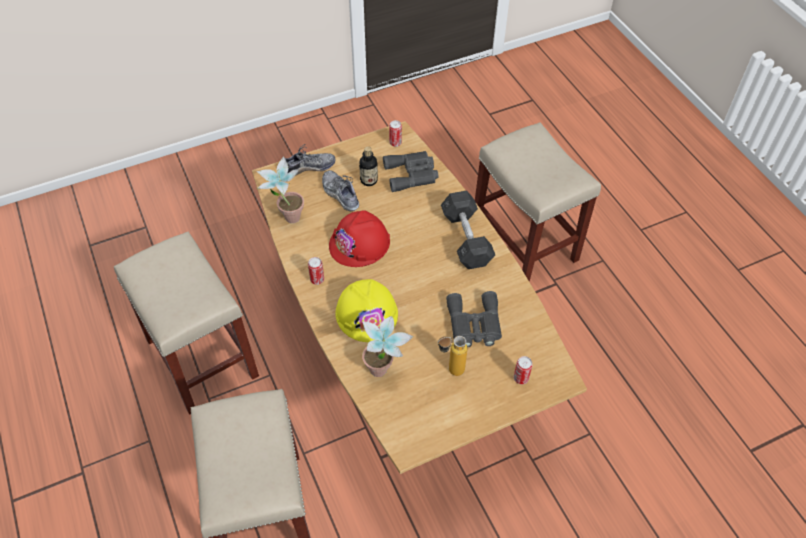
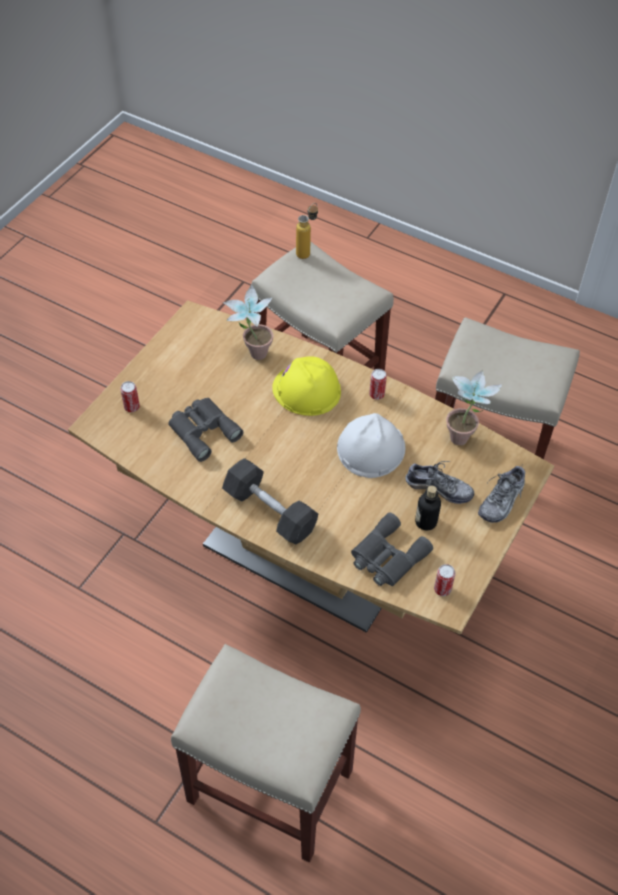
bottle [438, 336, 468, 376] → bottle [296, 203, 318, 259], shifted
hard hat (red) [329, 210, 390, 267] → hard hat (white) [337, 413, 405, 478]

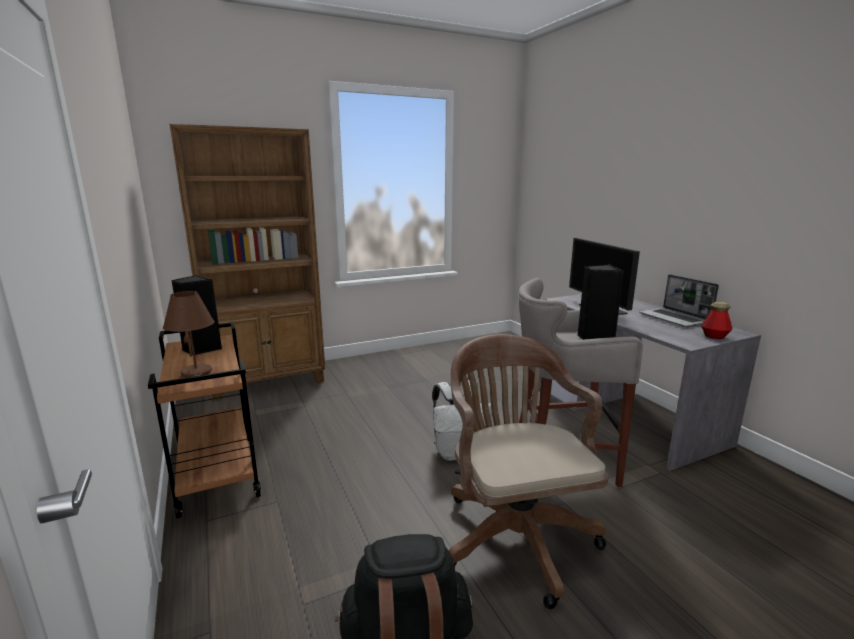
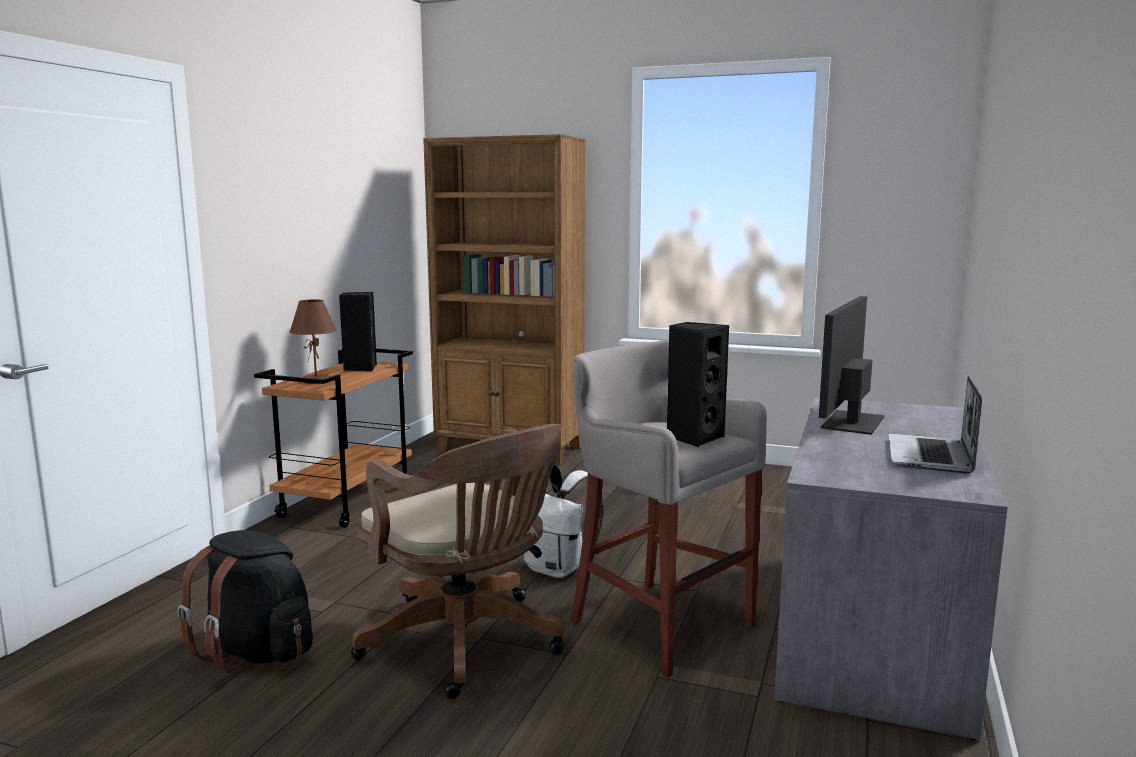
office chair (brown) [449, 334, 609, 609] → office chair (brown) [351, 424, 564, 699], 105 degrees clockwise
bottle [701, 302, 732, 339] → -

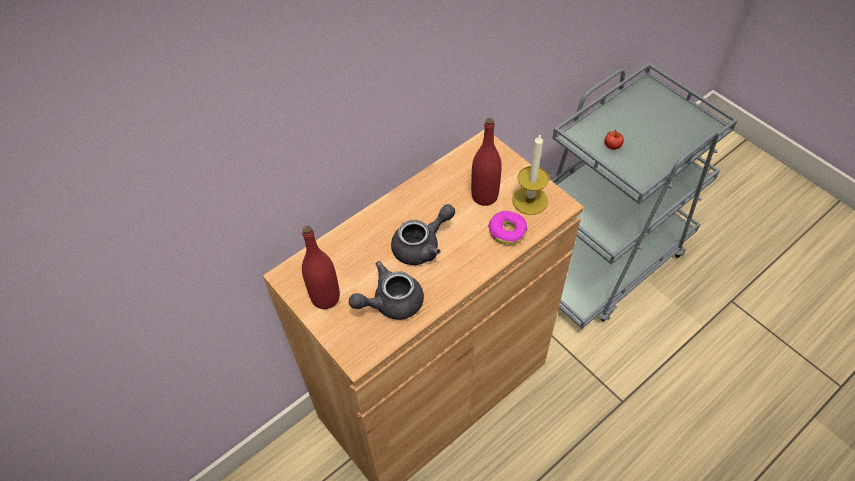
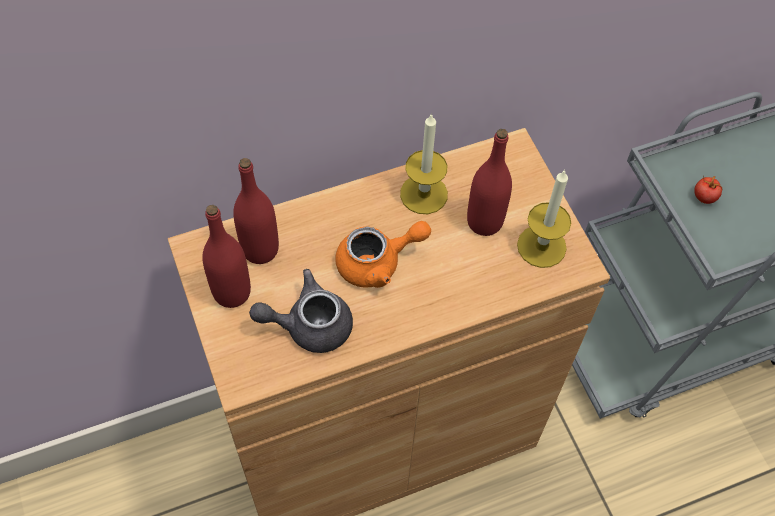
- → bottle (red) [233, 158, 279, 264]
teapot (grey) [391, 204, 455, 265] → teapot (orange) [335, 221, 431, 288]
- → candle [400, 113, 448, 214]
donut [488, 211, 527, 245] → -

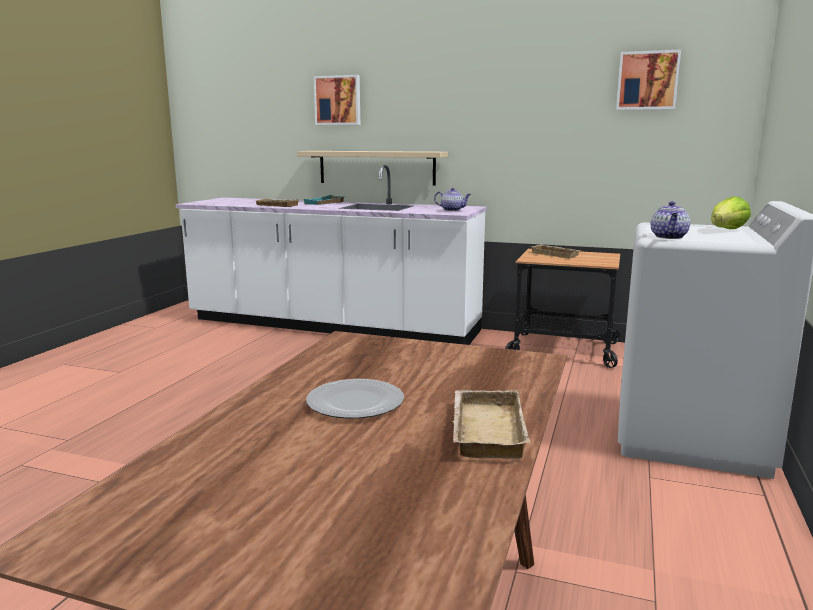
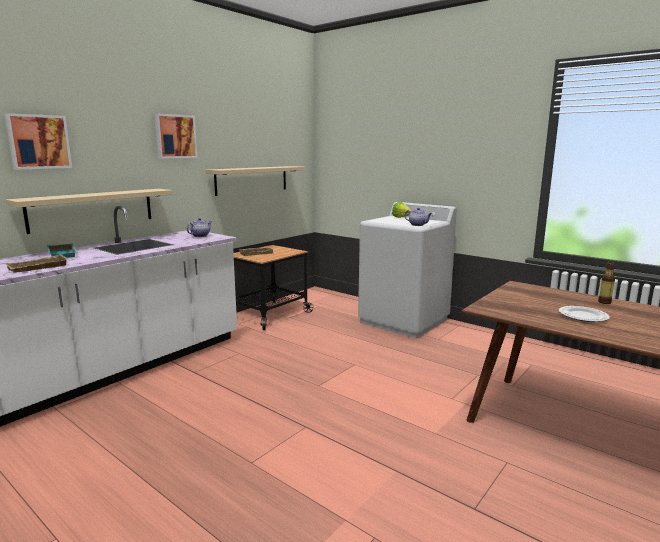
picture [616, 50, 681, 110] → picture [154, 114, 198, 159], shifted
- → shelf (beige) [206, 166, 305, 196]
tray (beige) [453, 390, 530, 459] → bottle [598, 262, 615, 304]

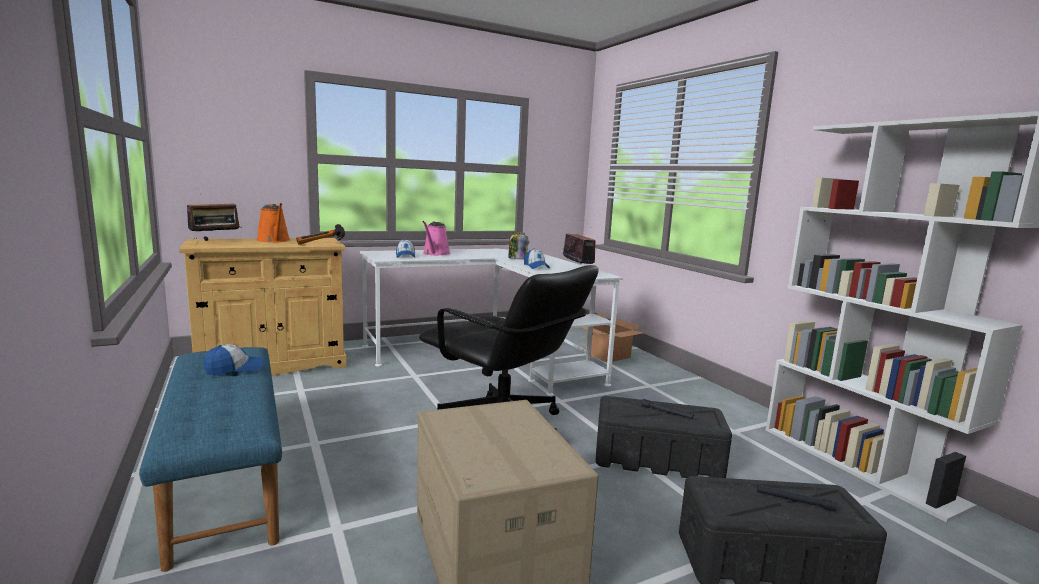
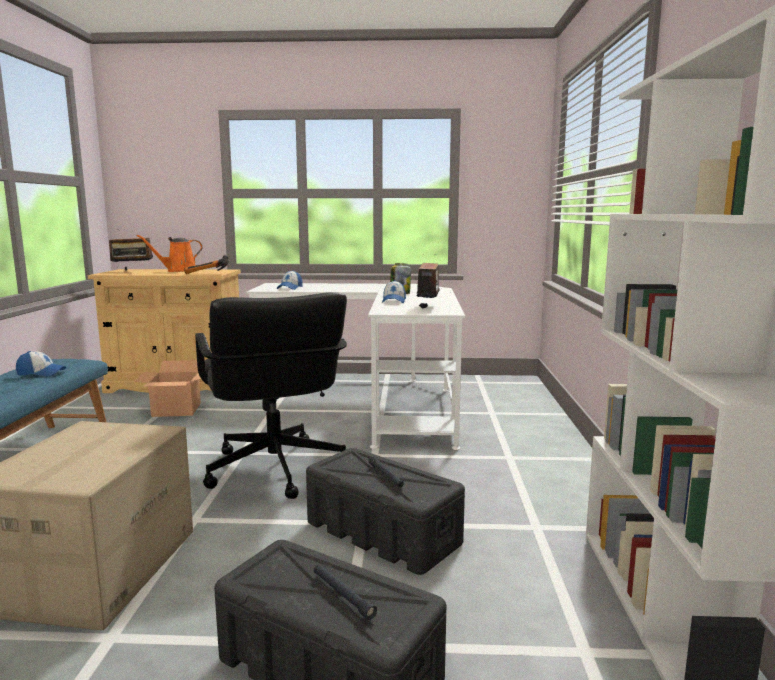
cardboard box [581, 313, 643, 363] → cardboard box [134, 360, 201, 417], shifted
watering can (orange) [257, 203, 290, 242] → watering can (orange) [136, 235, 203, 272], 60 degrees clockwise
watering can (pink) [422, 221, 451, 255] → -

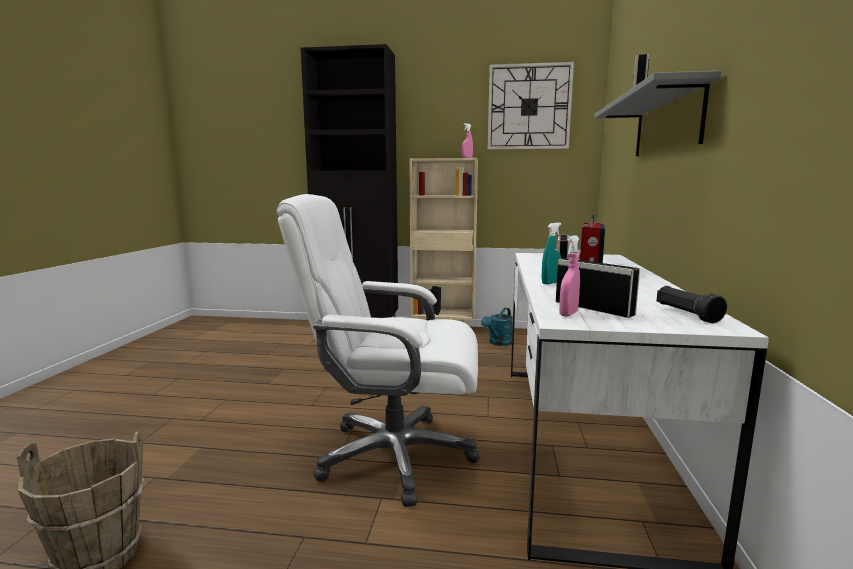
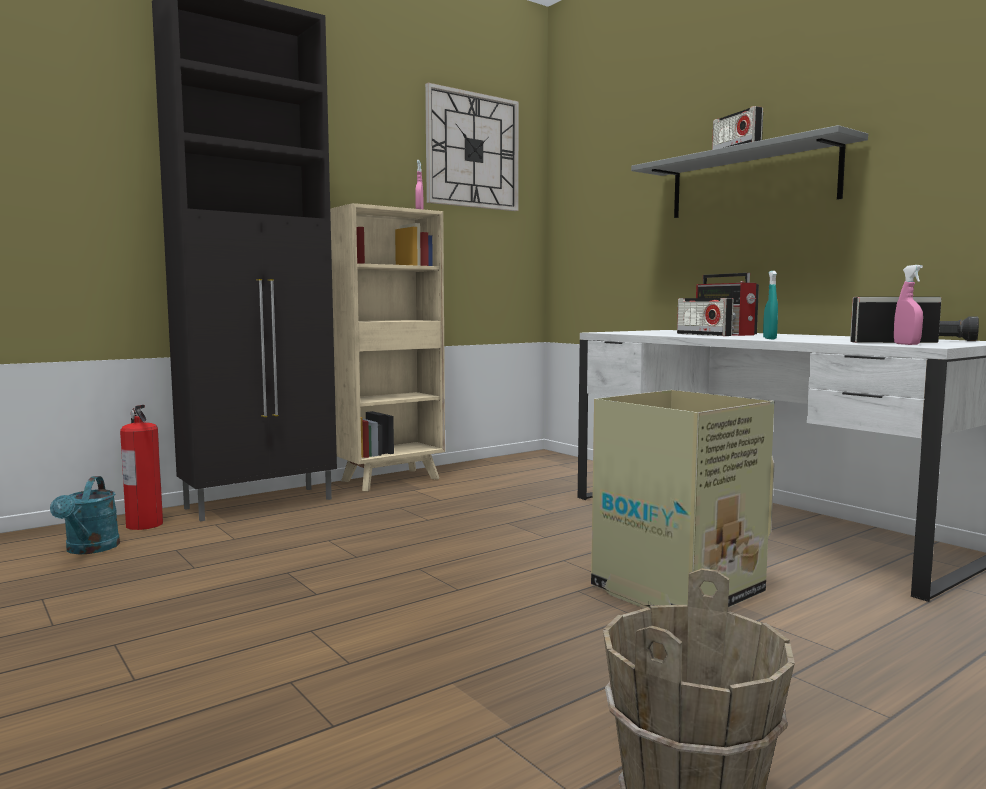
watering can (turquoise) [481, 308, 513, 346] → watering can (turquoise) [50, 476, 120, 554], shifted
- → fire extinguisher [120, 405, 163, 530]
office chair (white) [277, 194, 479, 507] → cardboard box [591, 390, 775, 608]

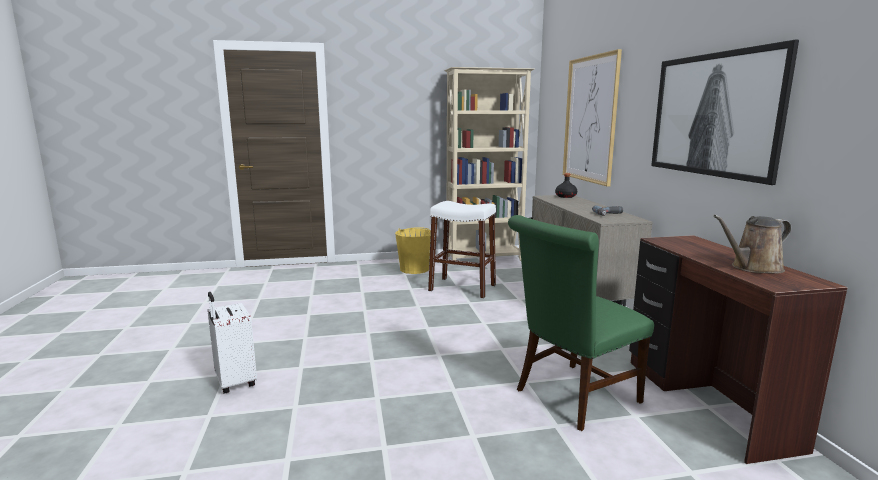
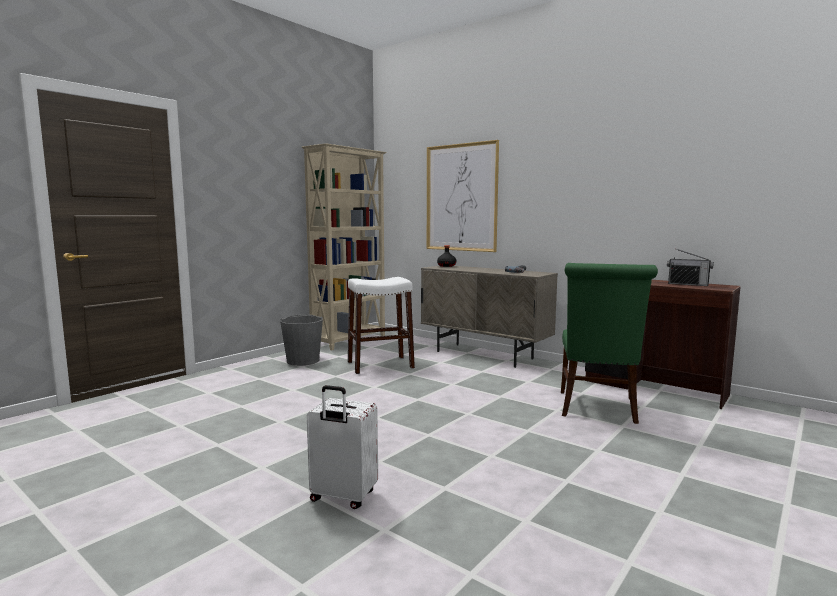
bucket (yellow) [395, 227, 431, 274] → bucket (grey) [280, 314, 323, 366]
watering can (brown) [713, 215, 791, 274] → radio [667, 249, 714, 286]
picture [651, 40, 799, 185] → -

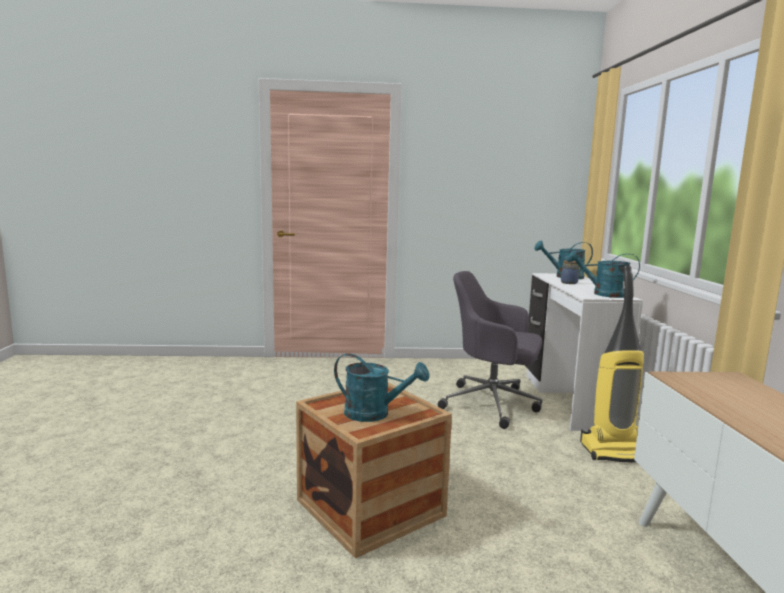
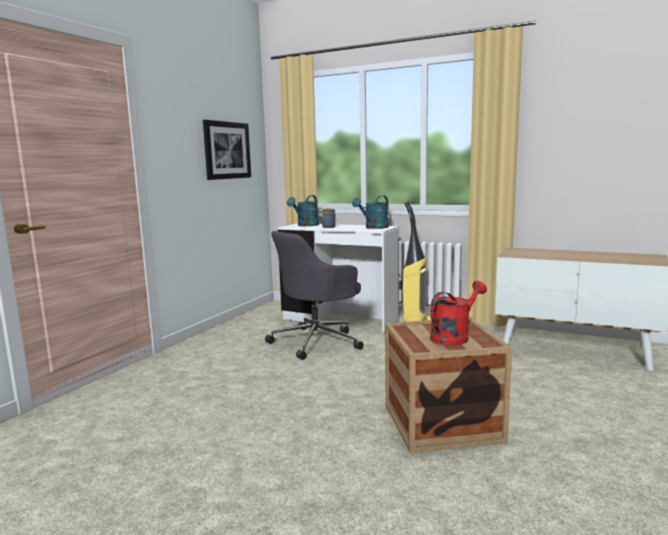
- → picture [203, 120, 251, 180]
watering can (turquoise) [334, 353, 429, 422] → watering can (red) [430, 281, 487, 346]

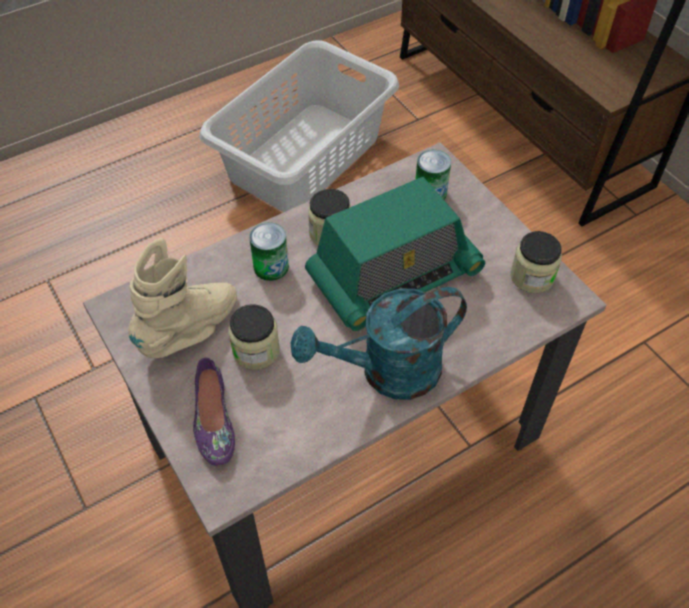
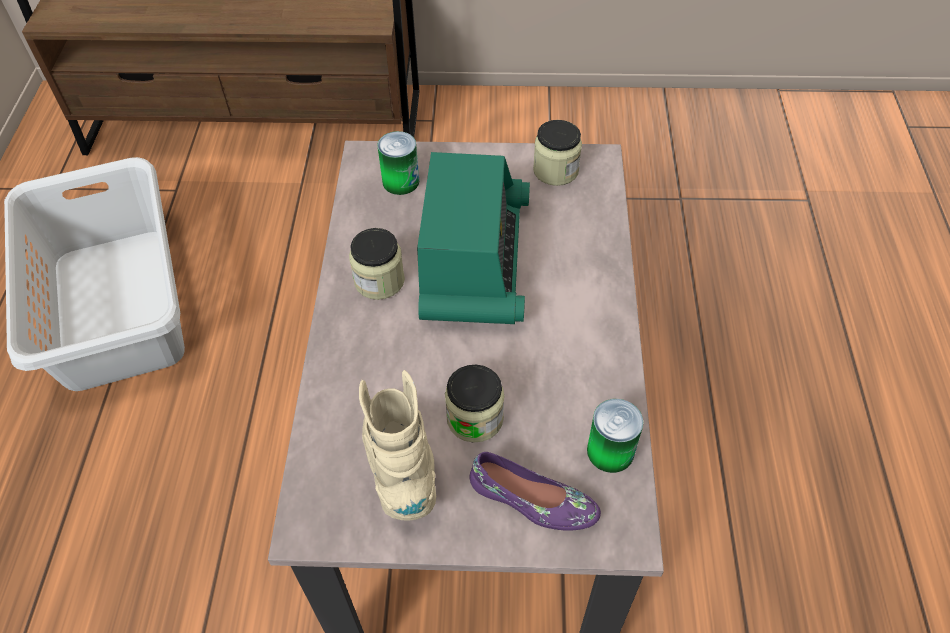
can [249, 222, 289, 281] → can [587, 399, 643, 473], shifted
watering can (turquoise) [291, 287, 467, 400] → -

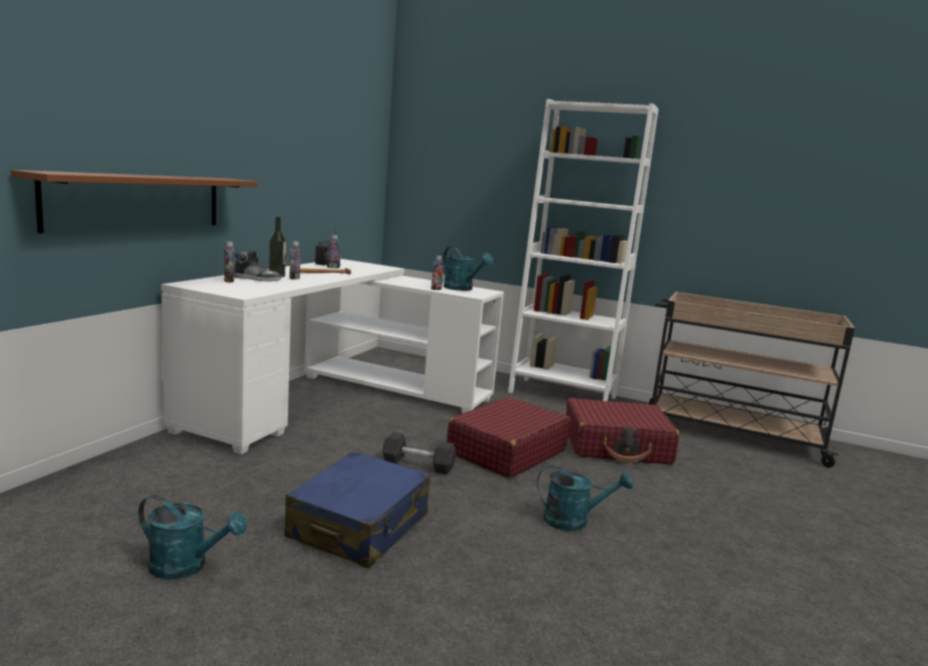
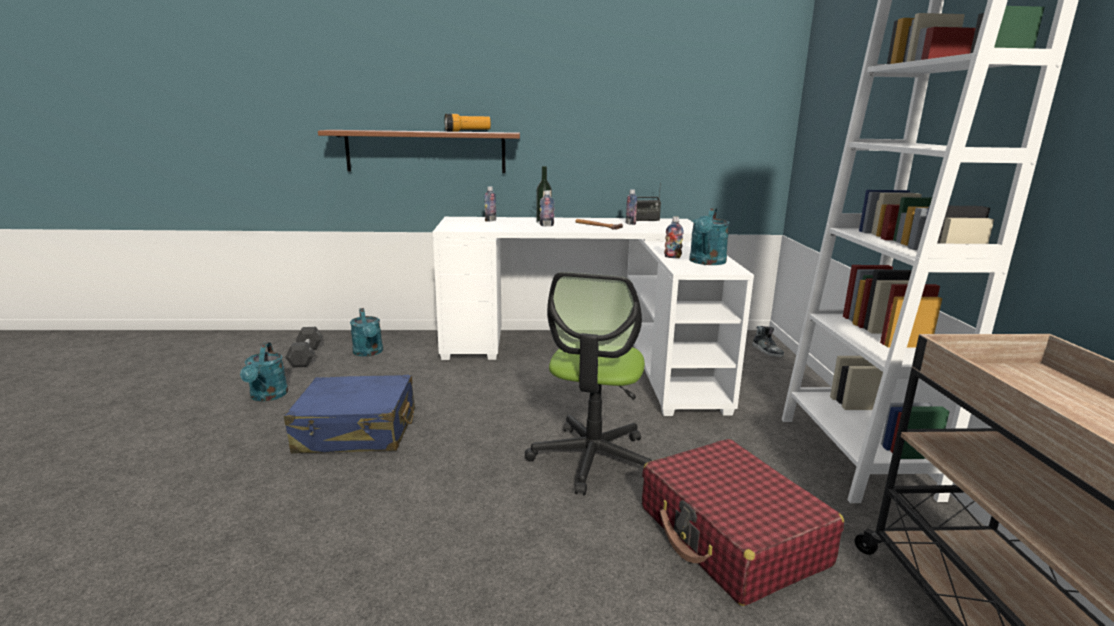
dumbbell (grey) [382, 432, 456, 474] → dumbbell (grey) [285, 327, 323, 368], shifted
watering can (turquoise) [537, 465, 633, 531] → watering can (turquoise) [350, 308, 383, 357], shifted
- → flashlight [444, 114, 491, 132]
suitcase (red) [447, 397, 570, 478] → office chair [525, 272, 652, 495]
shoe [234, 251, 281, 282] → shoe [753, 326, 784, 357], shifted

